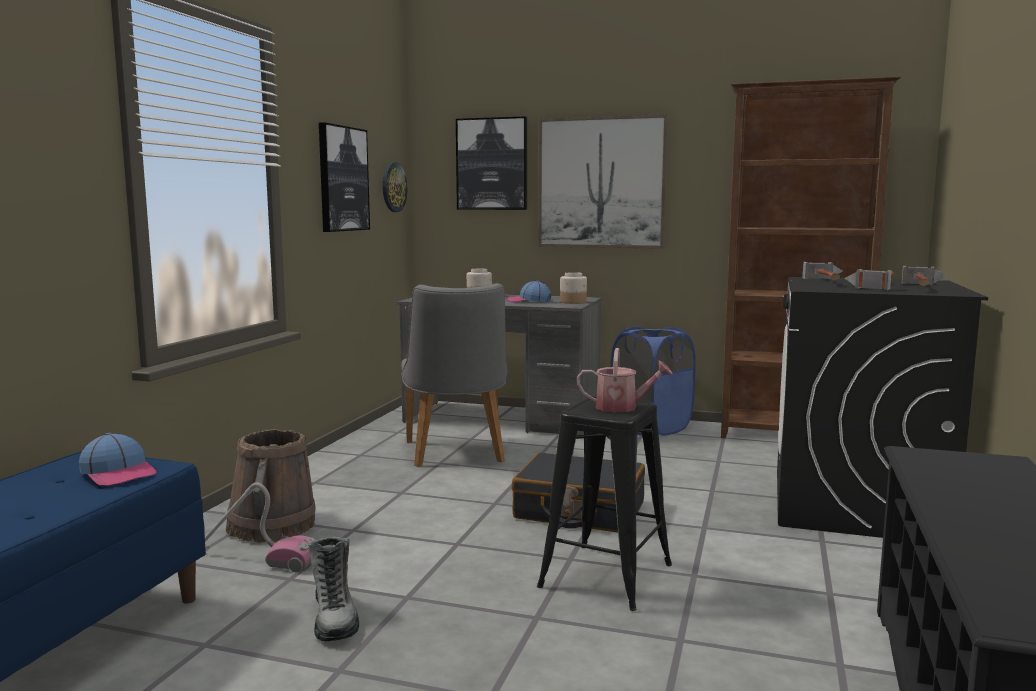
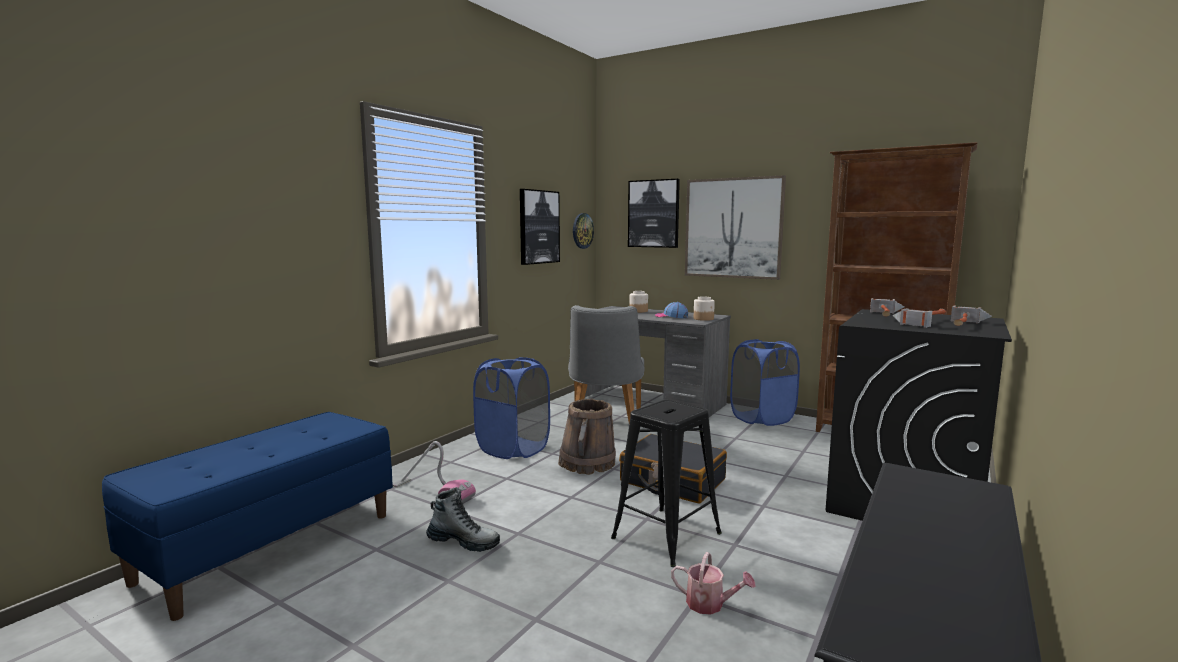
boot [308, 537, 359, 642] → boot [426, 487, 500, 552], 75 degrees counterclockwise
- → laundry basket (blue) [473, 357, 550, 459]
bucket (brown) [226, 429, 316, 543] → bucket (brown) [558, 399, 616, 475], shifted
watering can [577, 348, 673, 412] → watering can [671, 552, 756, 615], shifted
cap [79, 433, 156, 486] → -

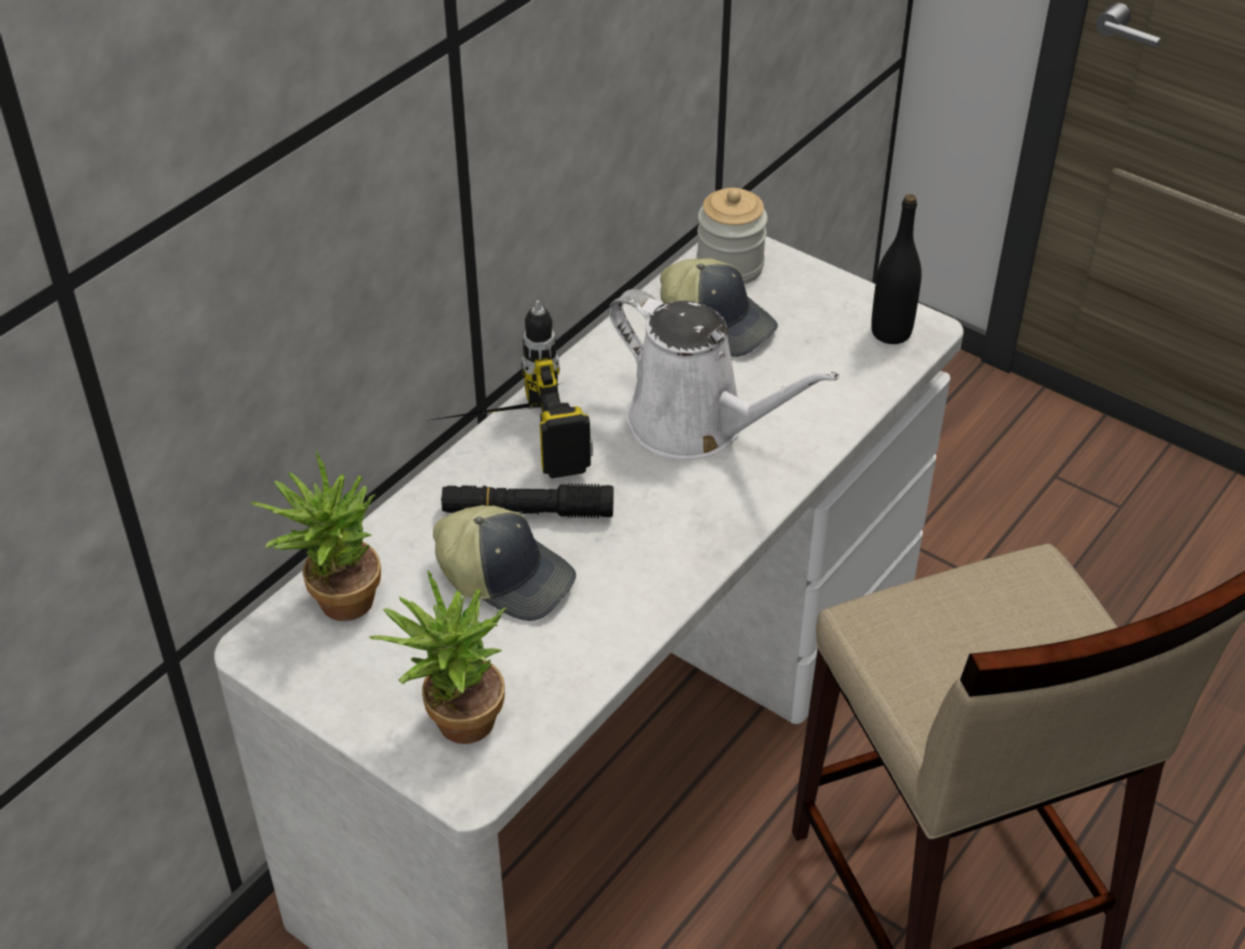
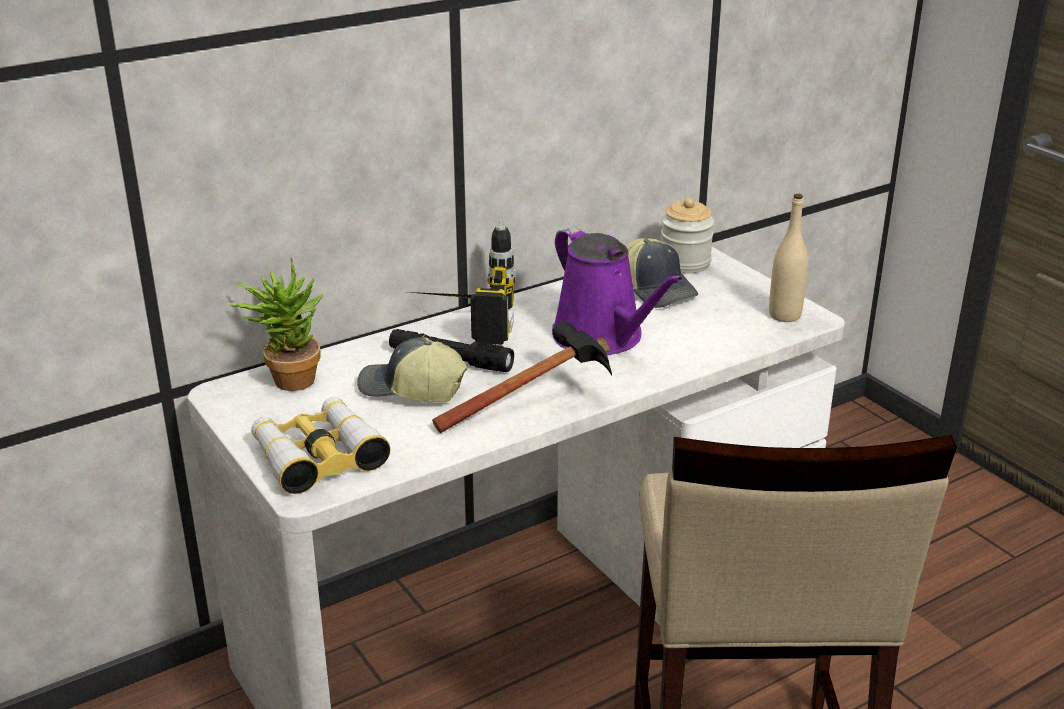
potted plant [369, 571, 506, 744] → binoculars [251, 397, 391, 494]
cap [433, 505, 576, 621] → cap [357, 337, 467, 402], 150 degrees clockwise
- → hammer [432, 321, 612, 433]
watering can (white) [608, 289, 840, 460] → watering can (purple) [552, 226, 683, 355]
bottle (black) [871, 194, 922, 344] → bottle (beige) [769, 194, 808, 322]

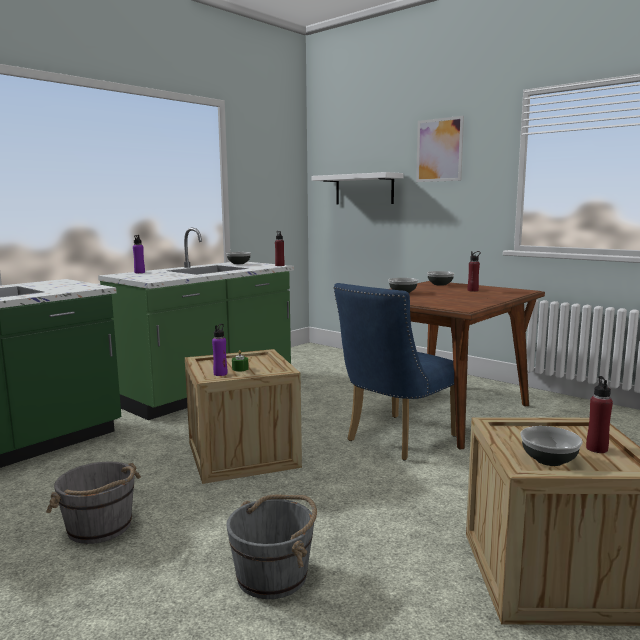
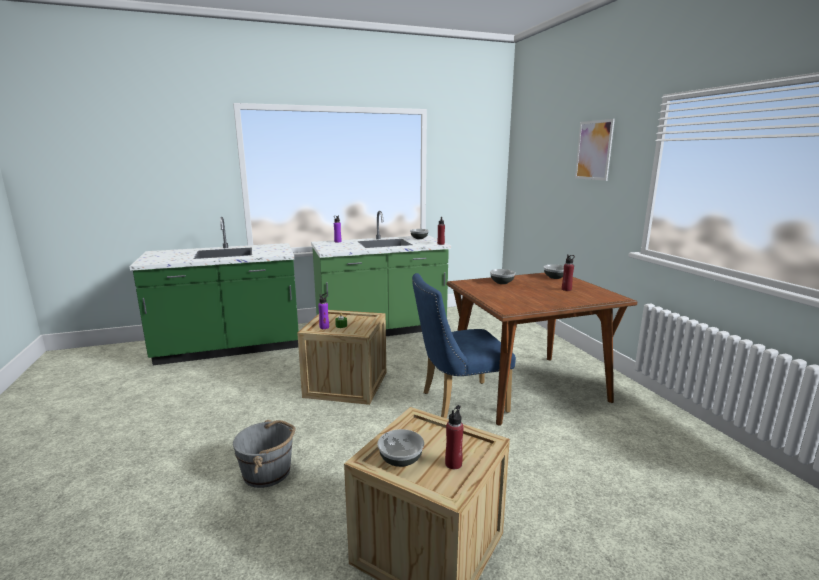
bucket (grey) [46, 461, 141, 544] → -
shelf (white) [311, 172, 404, 204] → -

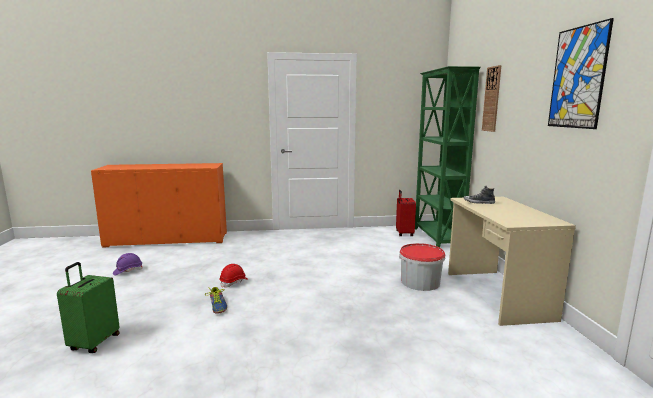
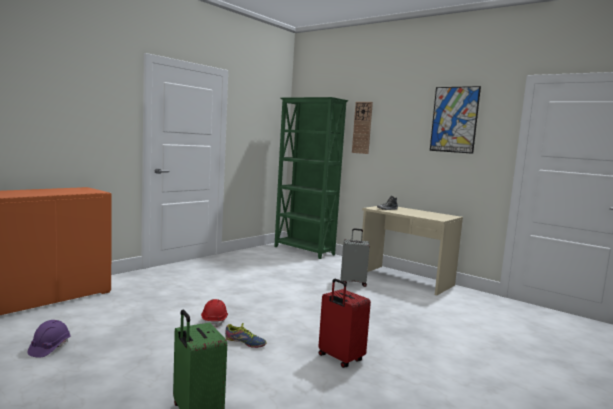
suitcase (red) [396, 190, 416, 236] → suitcase (red) [319, 279, 371, 368], shifted
bucket [399, 243, 445, 291] → suitcase (grey) [341, 228, 370, 287]

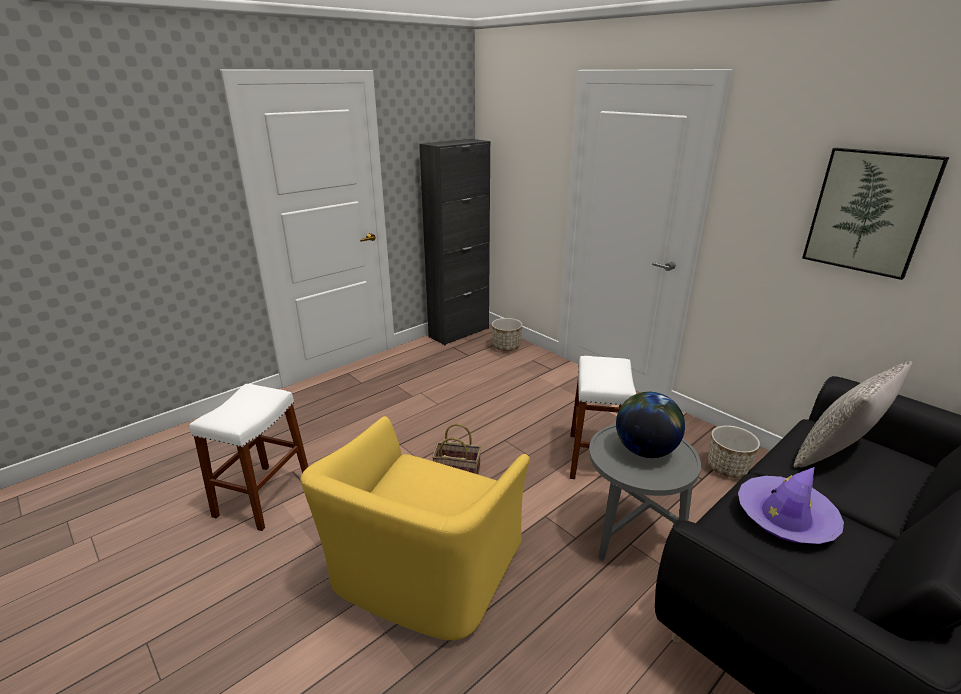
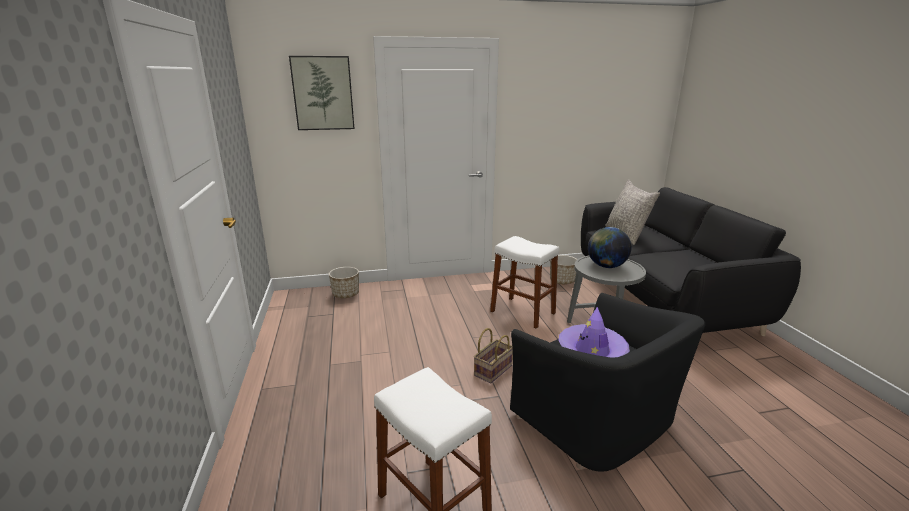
picture [802, 148, 949, 280] → picture [289, 56, 354, 130], shifted
armchair (yellow) [301, 416, 530, 640] → armchair (black) [510, 293, 705, 472]
hat (purple) [738, 467, 844, 544] → hat (purple) [559, 307, 630, 358], shifted
cabinet (black) [419, 139, 490, 345] → -

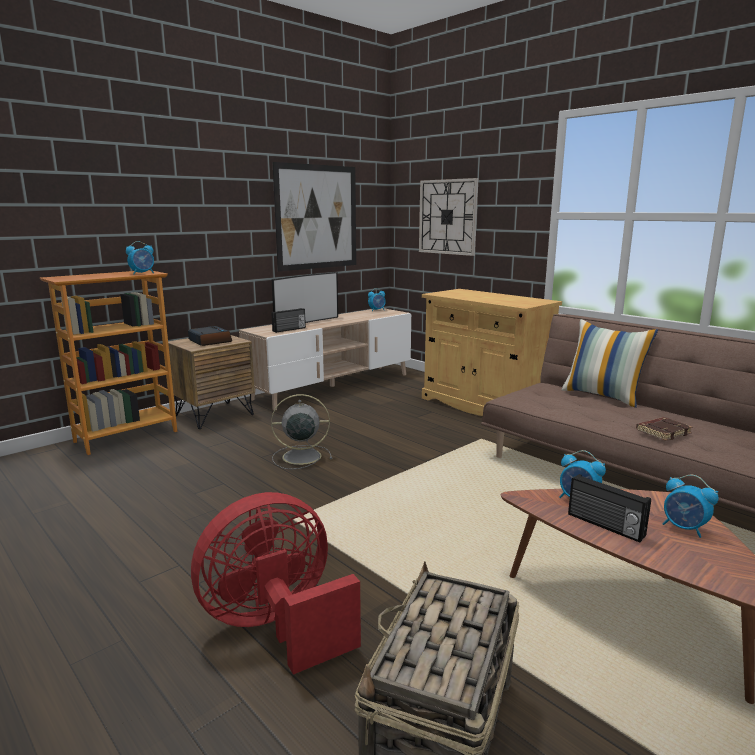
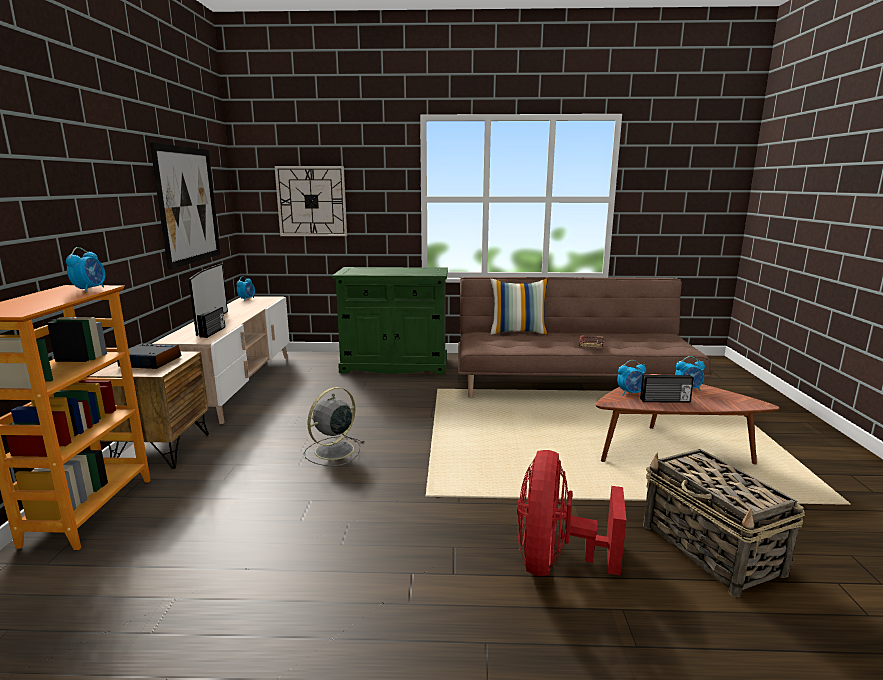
cabinet (beige) [422, 289, 562, 416] → cabinet (green) [332, 267, 448, 374]

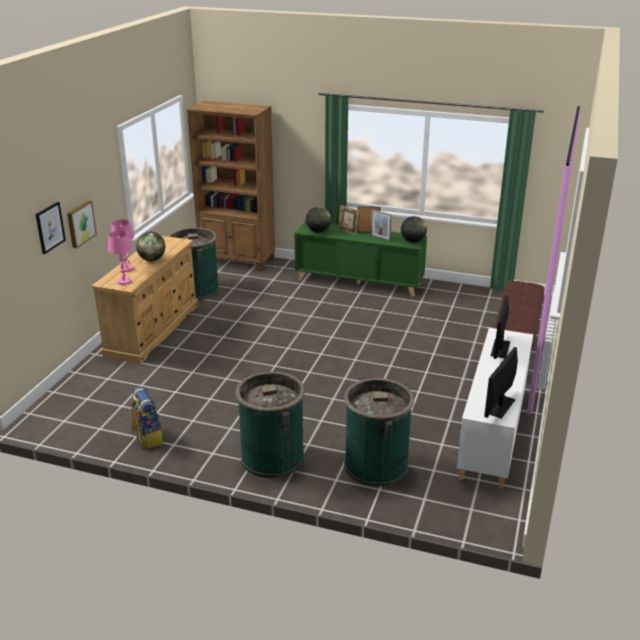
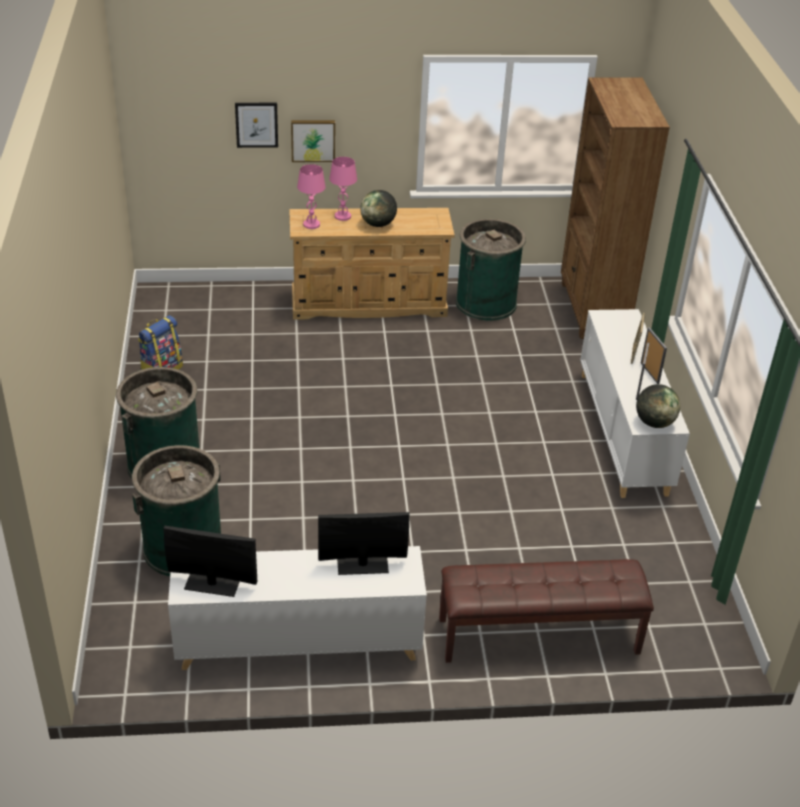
cabinet (green) [294, 221, 427, 297] → cabinet (white) [580, 309, 690, 498]
globe [306, 207, 331, 233] → -

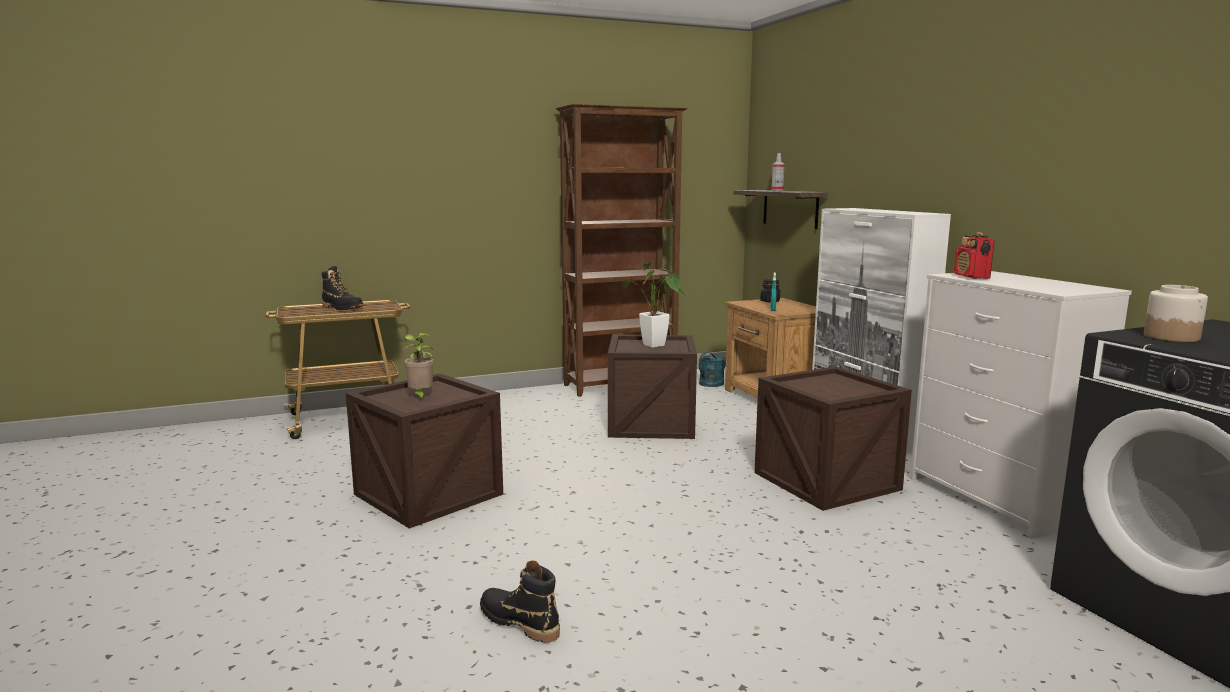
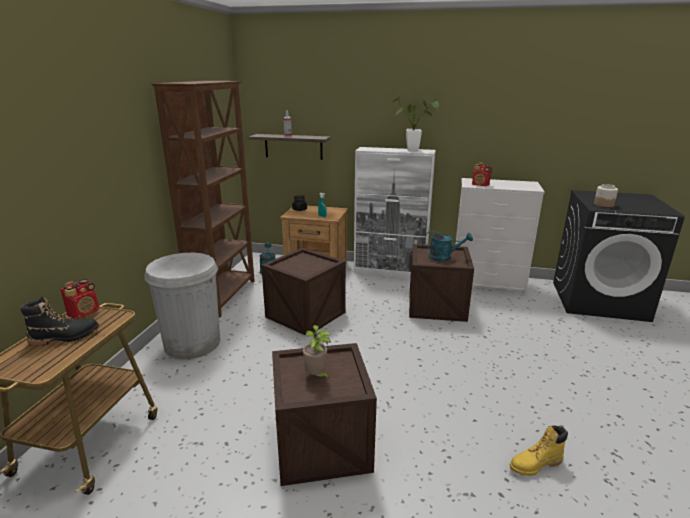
- → radio [60, 279, 99, 319]
- → trash can (white) [145, 253, 220, 360]
potted plant [623, 261, 686, 348] → potted plant [392, 96, 439, 151], shifted
- → watering can (turquoise) [425, 230, 473, 261]
boot (black) [480, 560, 560, 642] → boot (yellow) [510, 426, 568, 476]

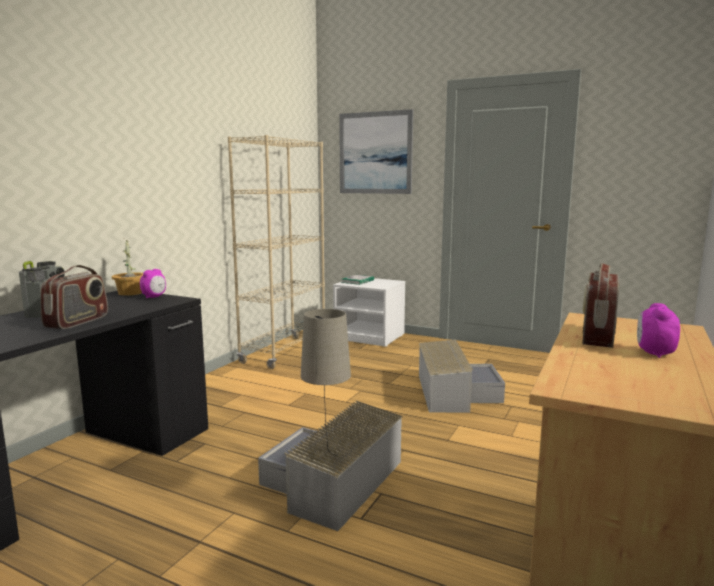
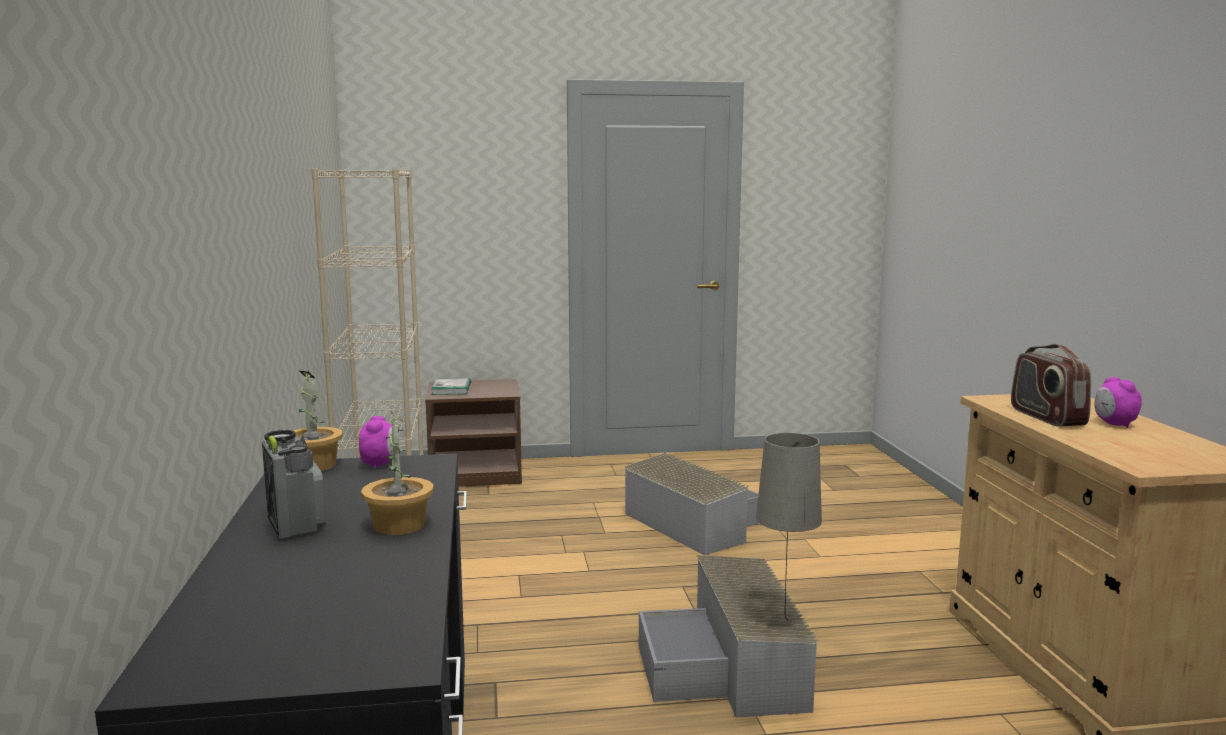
radio [40, 265, 108, 329] → potted plant [361, 410, 434, 535]
nightstand (white) [333, 278, 405, 347] → nightstand (brown) [425, 379, 522, 487]
picture [339, 109, 413, 194] → -

